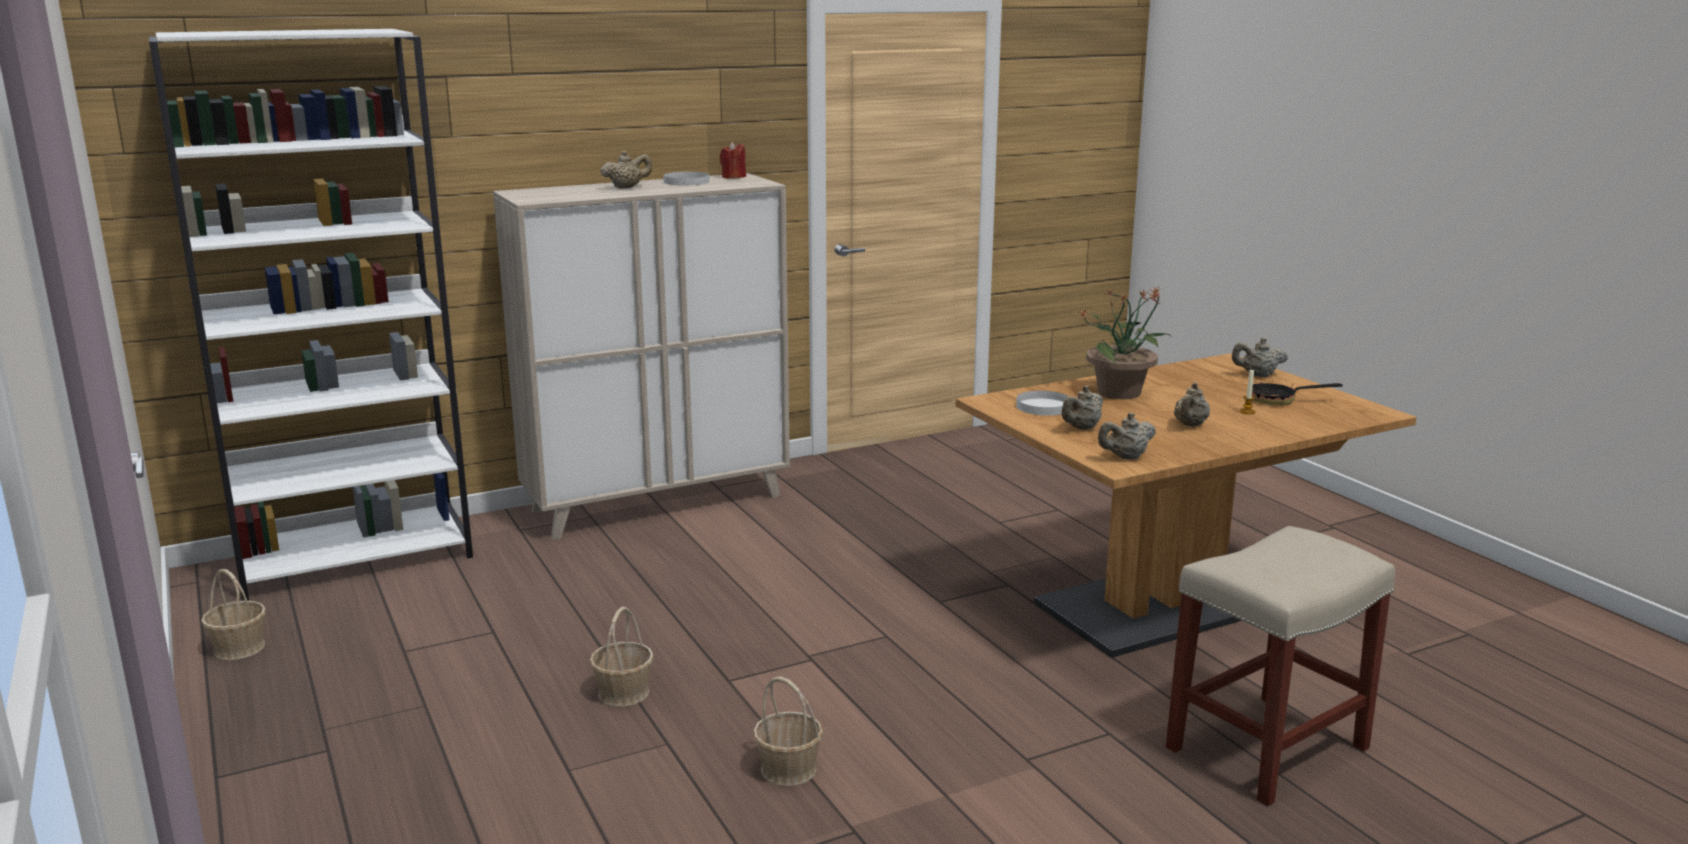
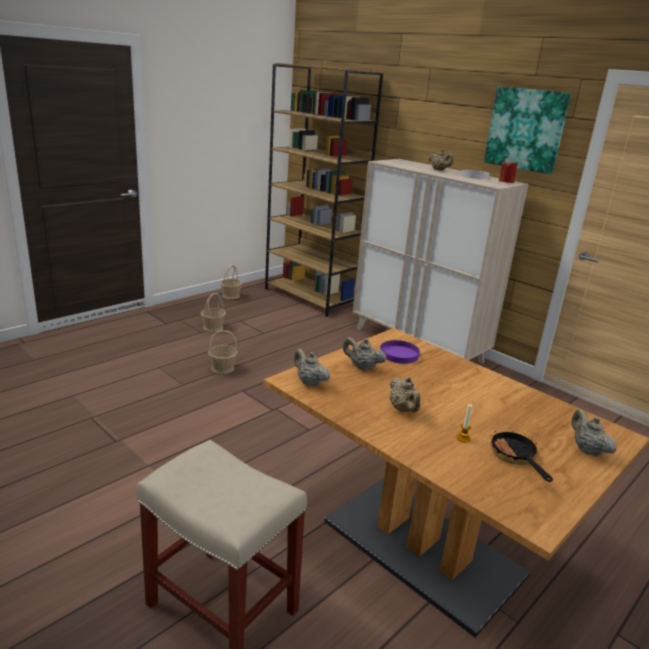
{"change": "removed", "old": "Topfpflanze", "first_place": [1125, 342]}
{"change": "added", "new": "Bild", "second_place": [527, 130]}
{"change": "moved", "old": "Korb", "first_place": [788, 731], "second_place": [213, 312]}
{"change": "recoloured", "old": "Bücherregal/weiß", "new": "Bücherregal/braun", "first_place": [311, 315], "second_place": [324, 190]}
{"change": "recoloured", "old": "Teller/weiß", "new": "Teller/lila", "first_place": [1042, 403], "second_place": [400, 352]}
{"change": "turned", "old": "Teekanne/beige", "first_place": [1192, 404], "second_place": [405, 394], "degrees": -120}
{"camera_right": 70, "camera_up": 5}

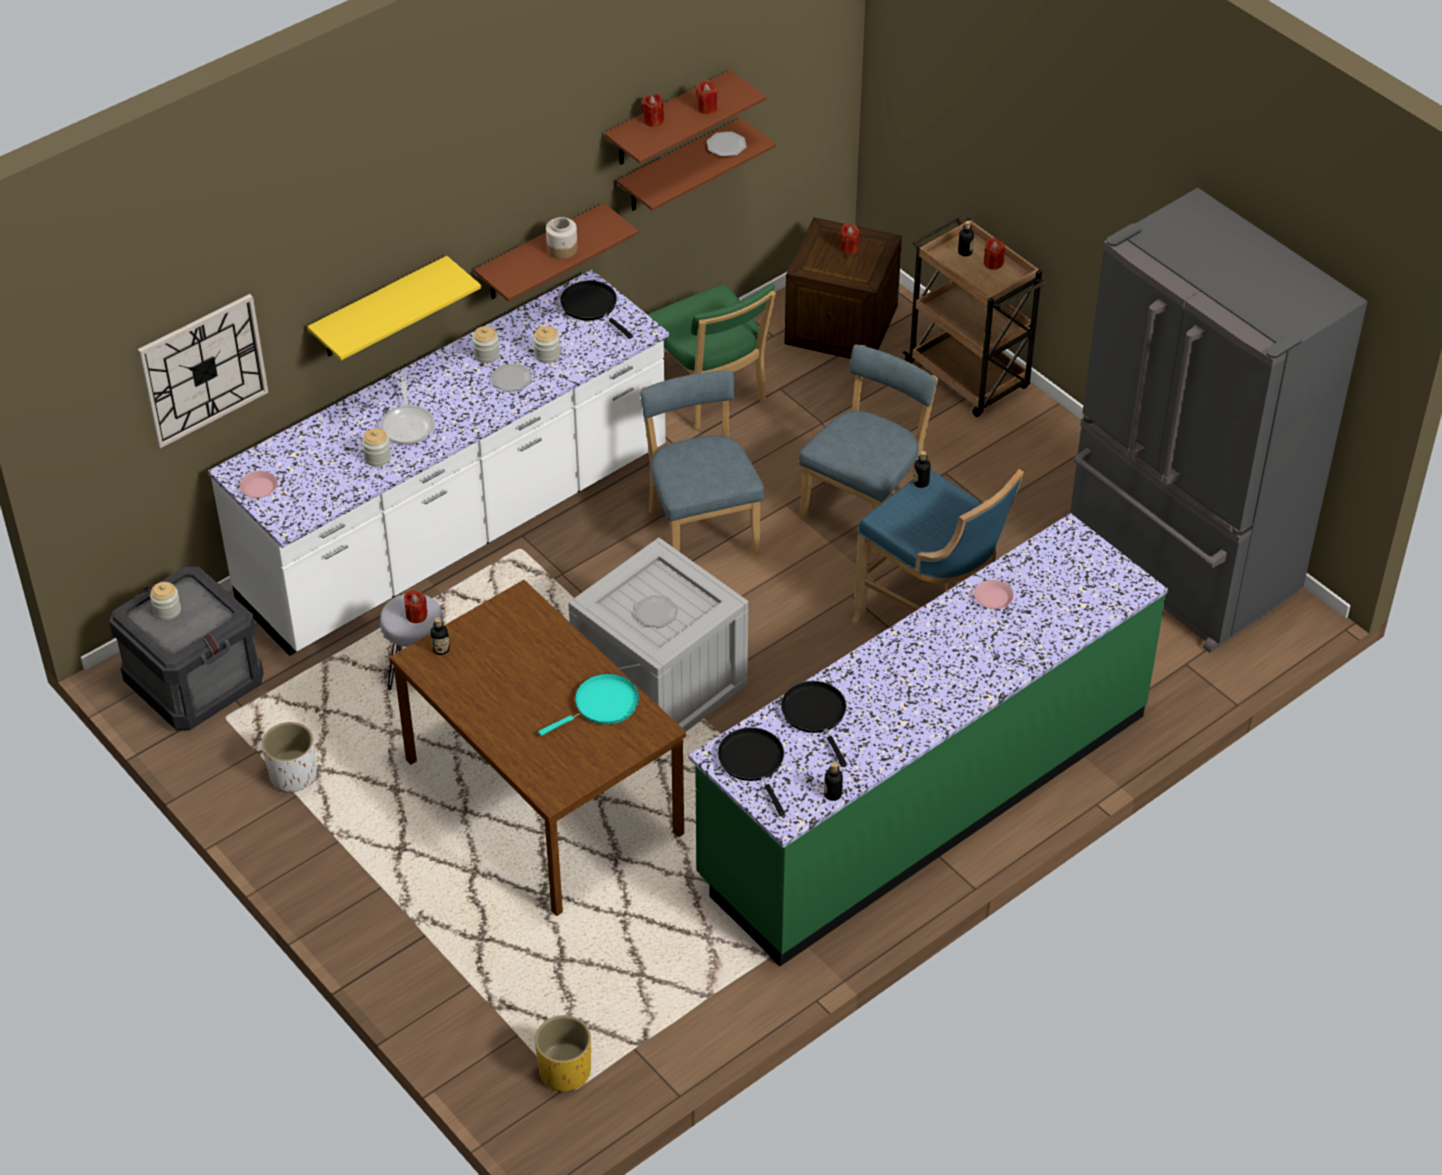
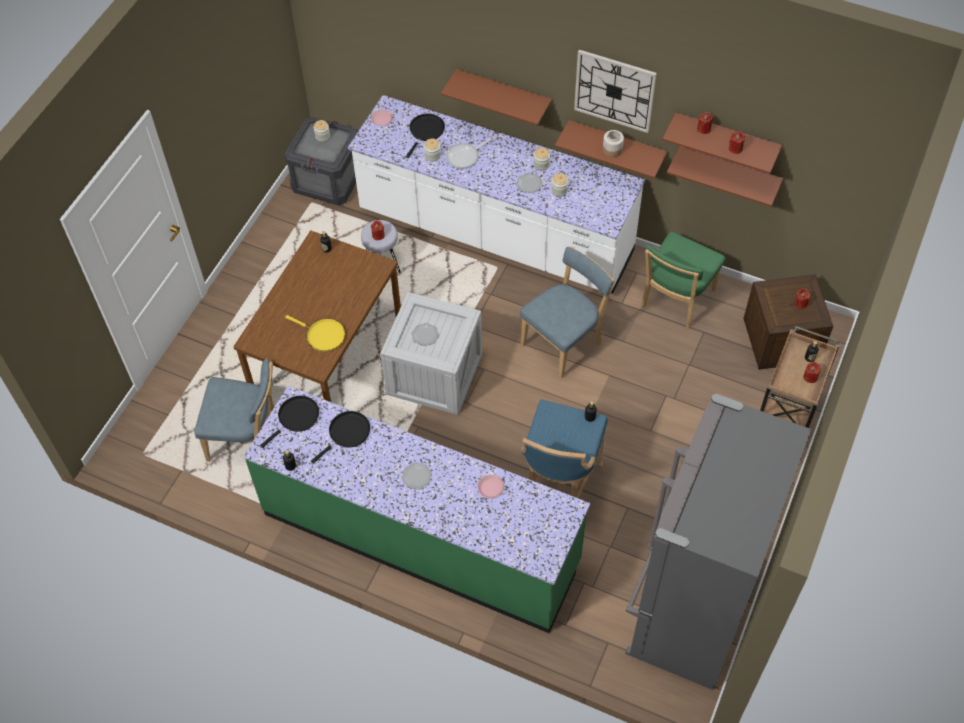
{"change": "removed", "old": "Pflanzkübel/weiß", "first_place": [289, 757]}
{"change": "removed", "old": "Pflanzkübel/gelb", "first_place": [563, 1054]}
{"change": "moved", "old": "Wanduhr", "first_place": [203, 371], "second_place": [615, 91]}
{"change": "moved", "old": "Pfanne/schwarz", "first_place": [596, 309], "second_place": [425, 136]}
{"change": "moved", "old": "Teller", "first_place": [727, 144], "second_place": [417, 476]}
{"change": "moved", "old": "Stuhl/blau", "first_place": [868, 449], "second_place": [234, 410]}
{"change": "recoloured", "old": "Wandregal/gelb", "new": "Wandregal/braun", "first_place": [394, 308], "second_place": [496, 97]}
{"change": "recoloured", "old": "Pfanne/türkis", "new": "Pfanne/gelb", "first_place": [588, 705], "second_place": [315, 333]}
{"camera_right": 65, "camera_up": 10}

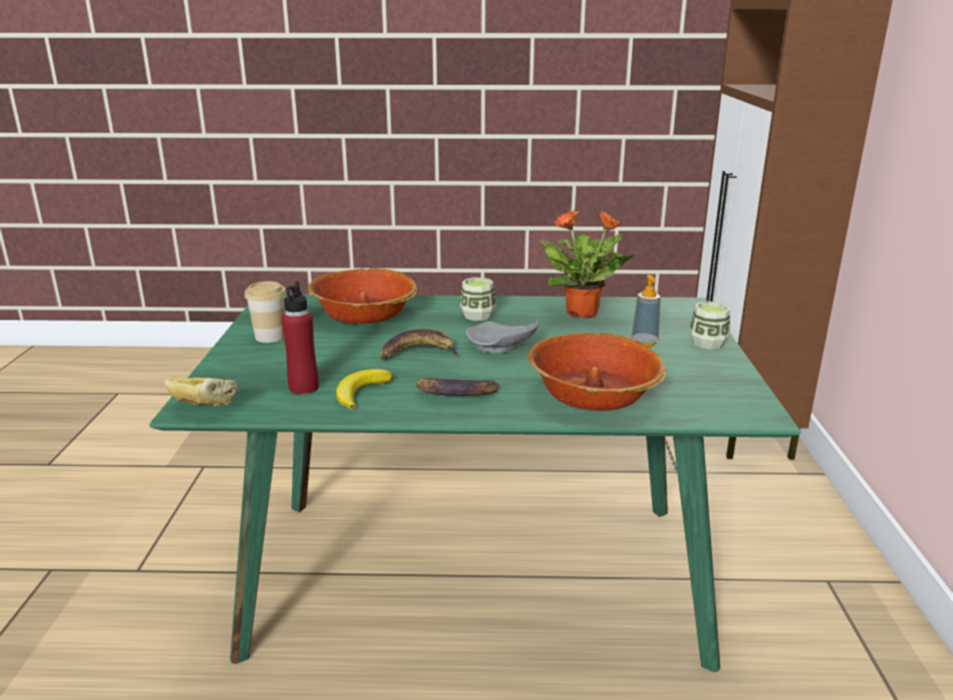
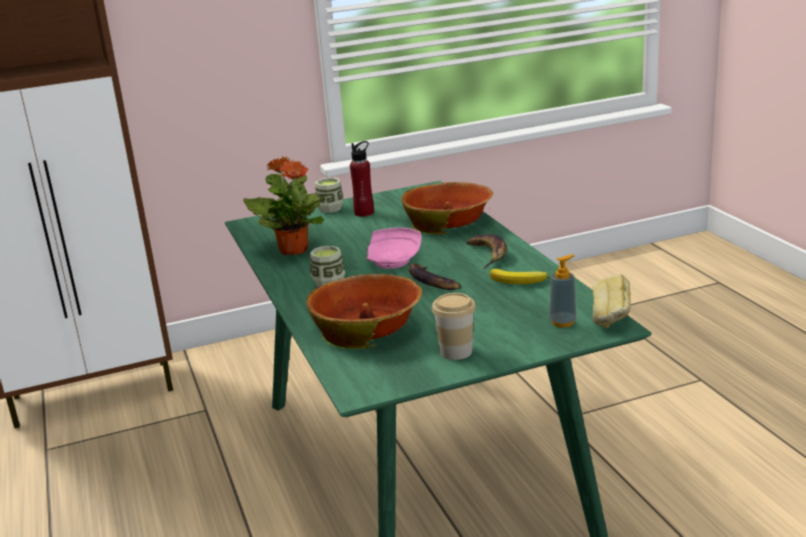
{"change": "moved", "old": "Flasche/rot", "first_place": [300, 338], "second_place": [362, 179]}
{"change": "moved", "old": "Seifenspender", "first_place": [646, 311], "second_place": [563, 290]}
{"change": "recoloured", "old": "Teller/grau", "new": "Teller/rosa", "first_place": [502, 336], "second_place": [394, 248]}
{"camera_right": -110, "camera_up": 0}

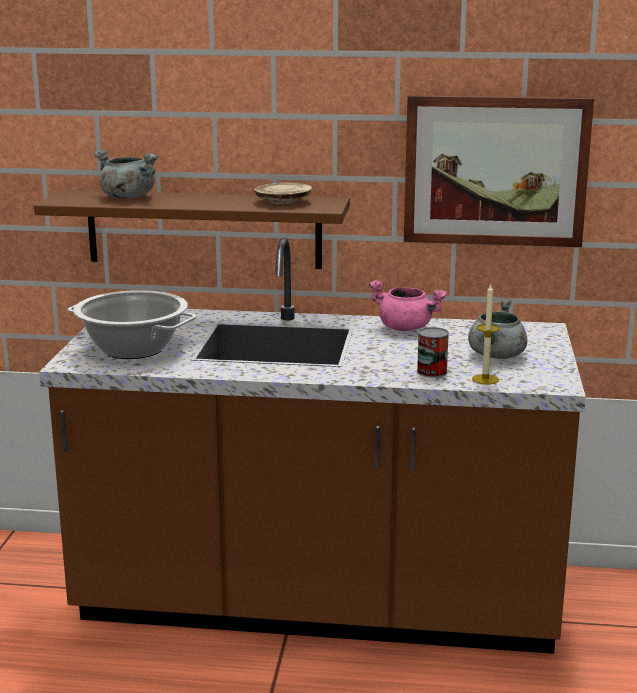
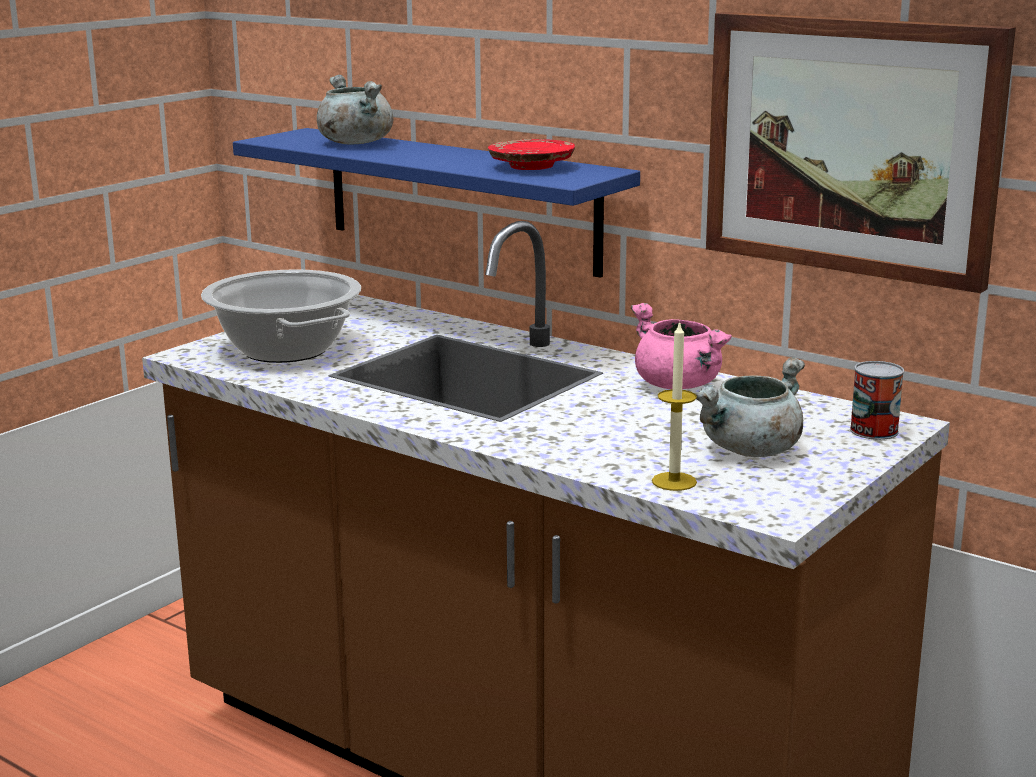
{"change": "moved", "old": "Dose", "first_place": [433, 352], "second_place": [877, 400]}
{"change": "recoloured", "old": "Wandregal/braun", "new": "Wandregal/blau", "first_place": [192, 229], "second_place": [436, 203]}
{"change": "recoloured", "old": "Teller/beige", "new": "Teller/rot", "first_place": [283, 193], "second_place": [531, 154]}
{"camera_right": 30, "camera_up": 0}

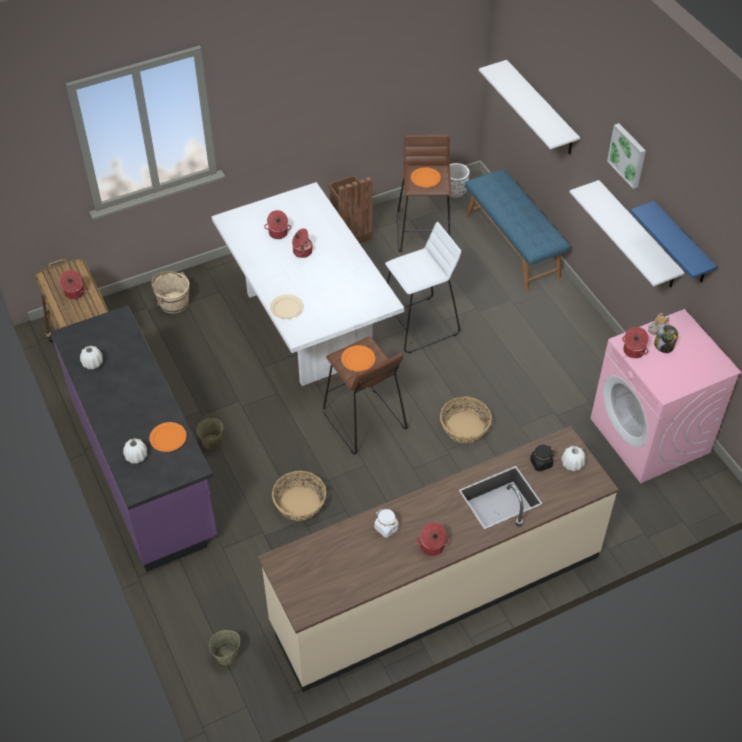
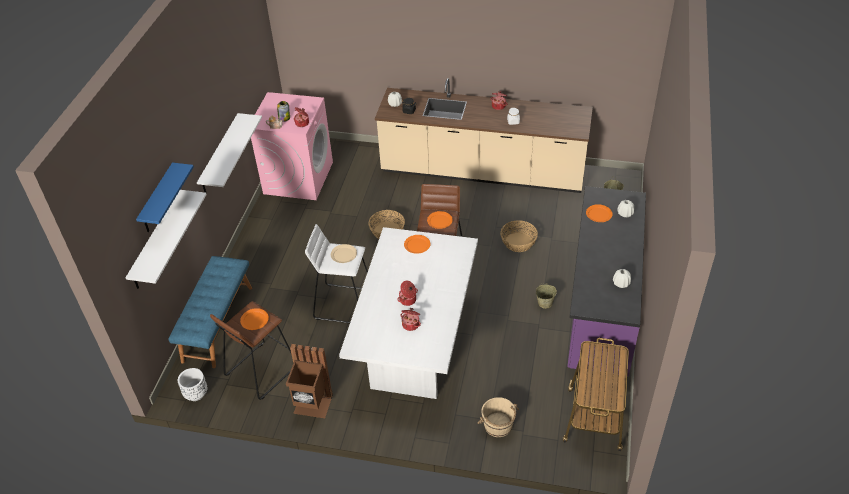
{"change": "removed", "old": "Kochtopf", "first_place": [73, 284]}
{"change": "removed", "old": "Bild", "first_place": [626, 156]}
{"change": "added", "new": "Teller/orange", "second_place": [417, 244]}
{"change": "moved", "old": "Teller/beige", "first_place": [287, 306], "second_place": [344, 253]}
{"change": "moved", "old": "Wandregal/blau", "first_place": [673, 242], "second_place": [165, 197]}
{"camera_right": -140, "camera_up": -5}

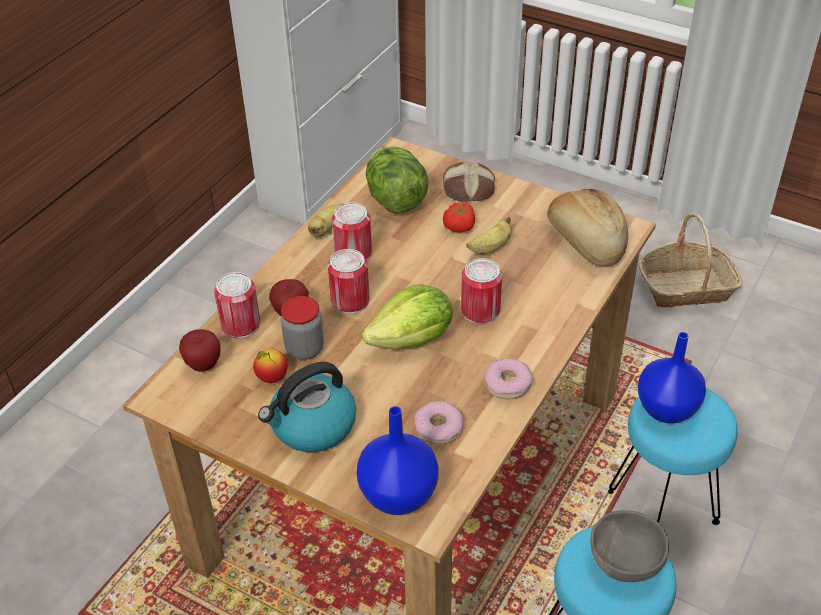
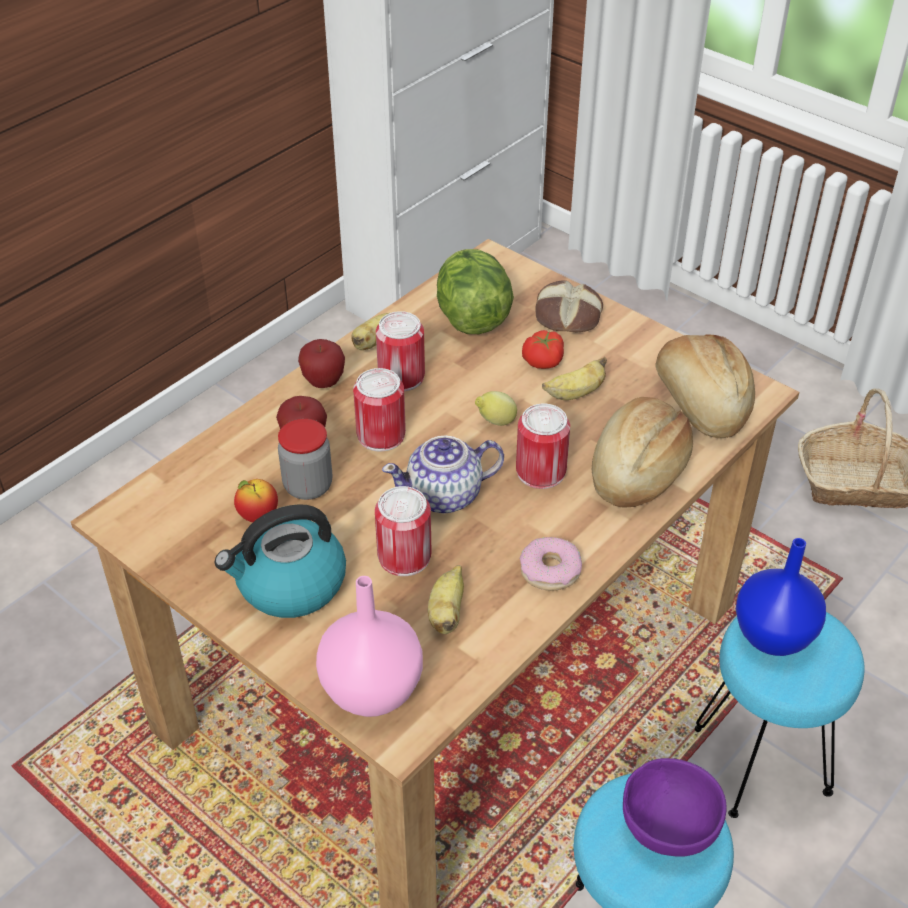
{"change": "added", "new": "Zitrone", "second_place": [496, 408]}
{"change": "added", "new": "Brot", "second_place": [642, 452]}
{"change": "moved", "old": "Apfel", "first_place": [200, 350], "second_place": [321, 363]}
{"change": "moved", "old": "Dose", "first_place": [237, 305], "second_place": [403, 531]}
{"change": "replaced", "old": "Salatkopf", "new": "Teekanne", "first_place": [407, 317], "second_place": [443, 474]}
{"change": "replaced", "old": "Donut", "new": "Banane", "first_place": [439, 423], "second_place": [446, 599]}
{"change": "recoloured", "old": "Vase/blau", "new": "Vase/rosa", "first_place": [397, 460], "second_place": [369, 646]}
{"change": "recoloured", "old": "Schüssel/grau", "new": "Schüssel/lila", "first_place": [629, 546], "second_place": [675, 807]}
{"camera_right": 10, "camera_up": 0}

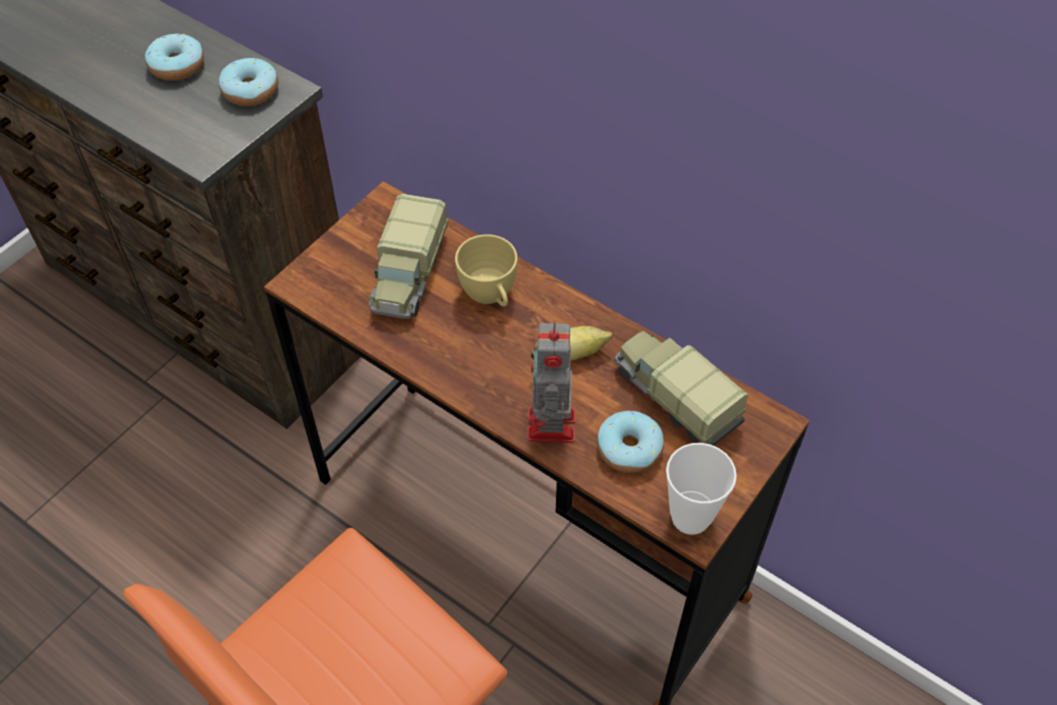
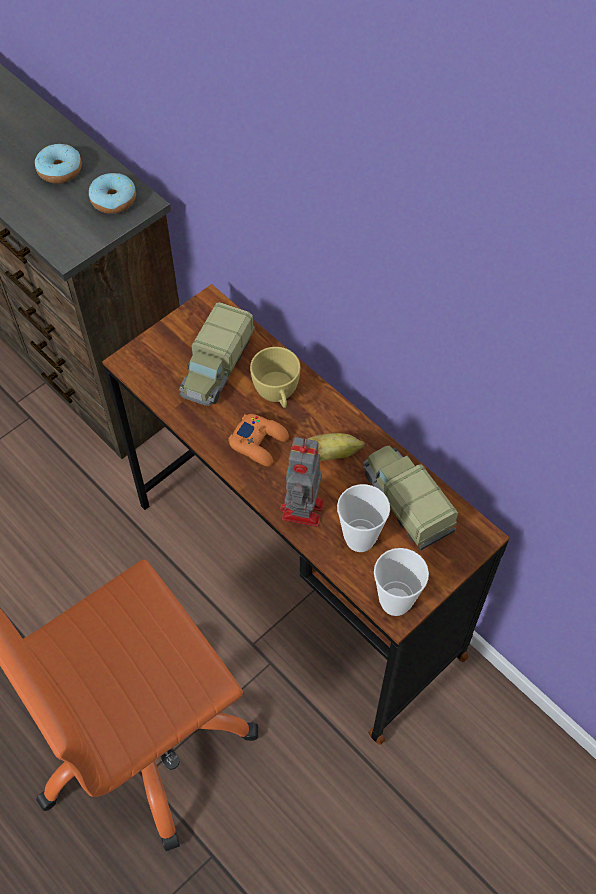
{"change": "added", "new": "Gamepad/orange", "second_place": [259, 440]}
{"change": "replaced", "old": "Donut", "new": "Tasse", "first_place": [630, 442], "second_place": [363, 518]}
{"camera_right": 10, "camera_up": 5}

